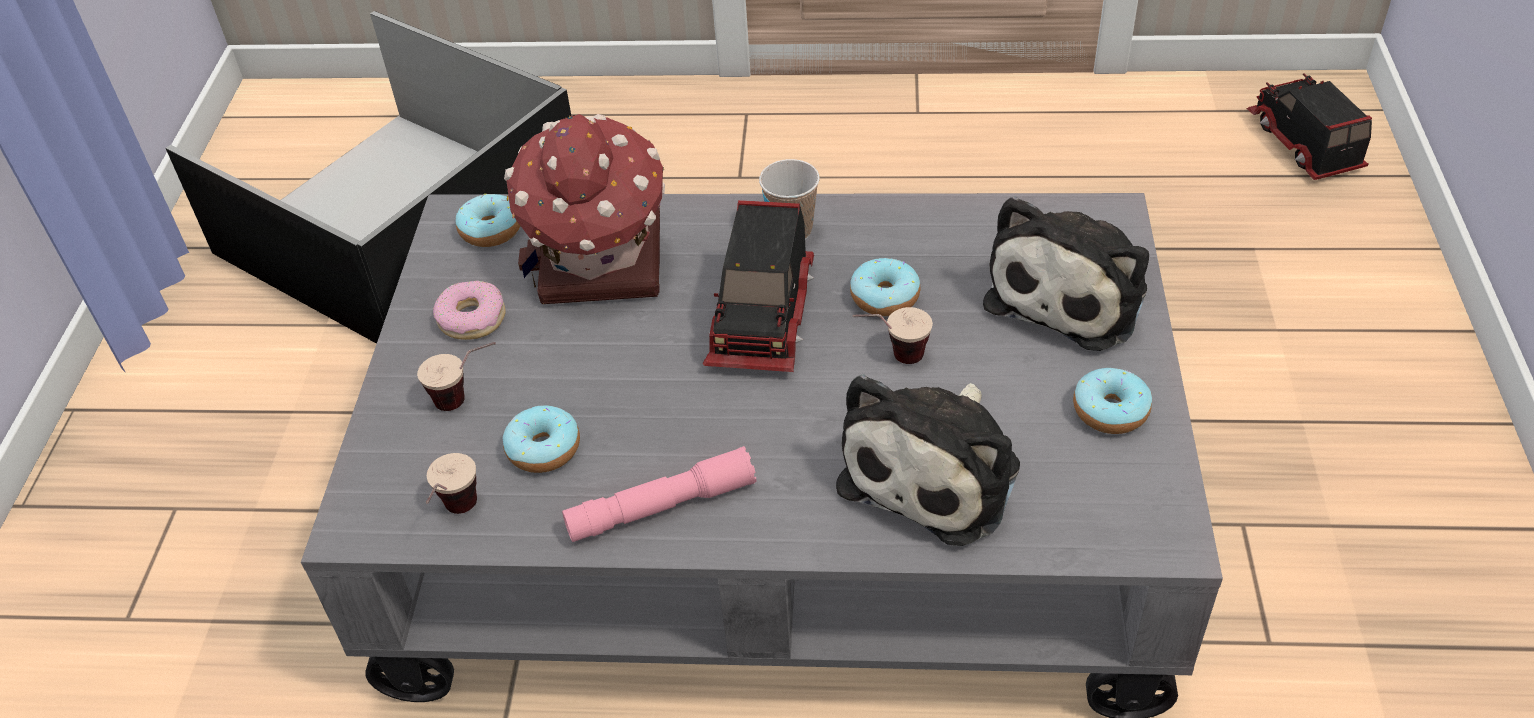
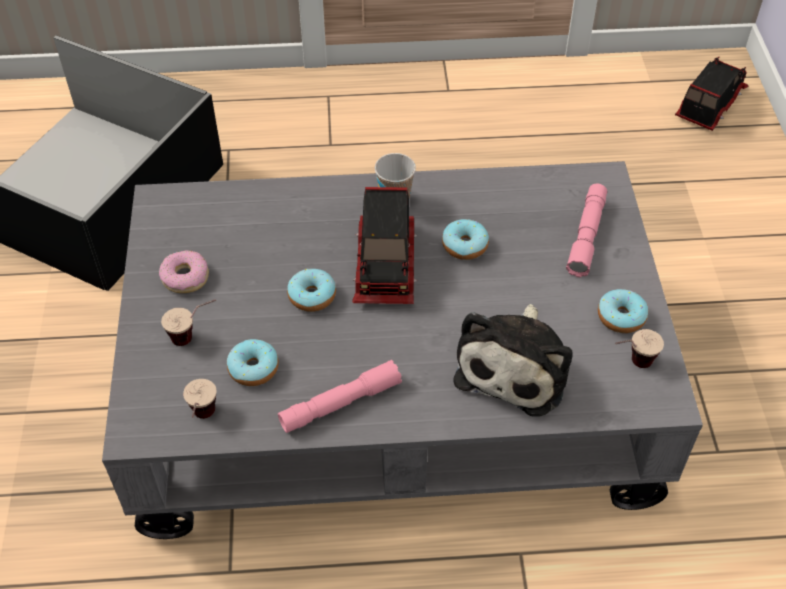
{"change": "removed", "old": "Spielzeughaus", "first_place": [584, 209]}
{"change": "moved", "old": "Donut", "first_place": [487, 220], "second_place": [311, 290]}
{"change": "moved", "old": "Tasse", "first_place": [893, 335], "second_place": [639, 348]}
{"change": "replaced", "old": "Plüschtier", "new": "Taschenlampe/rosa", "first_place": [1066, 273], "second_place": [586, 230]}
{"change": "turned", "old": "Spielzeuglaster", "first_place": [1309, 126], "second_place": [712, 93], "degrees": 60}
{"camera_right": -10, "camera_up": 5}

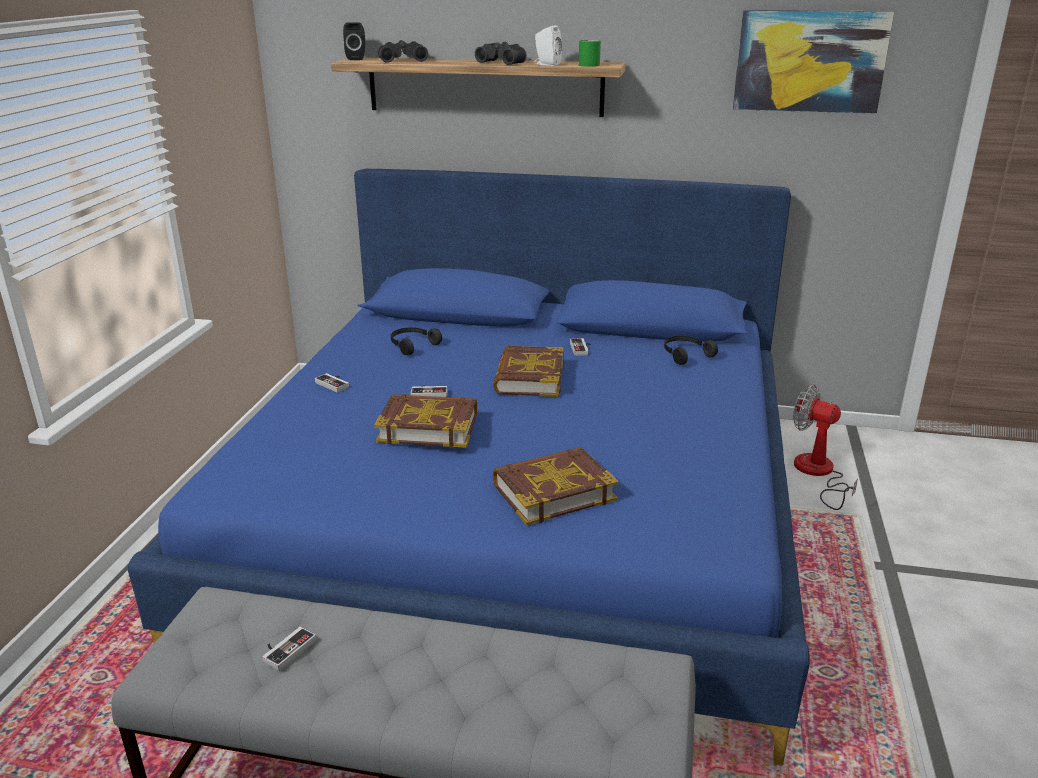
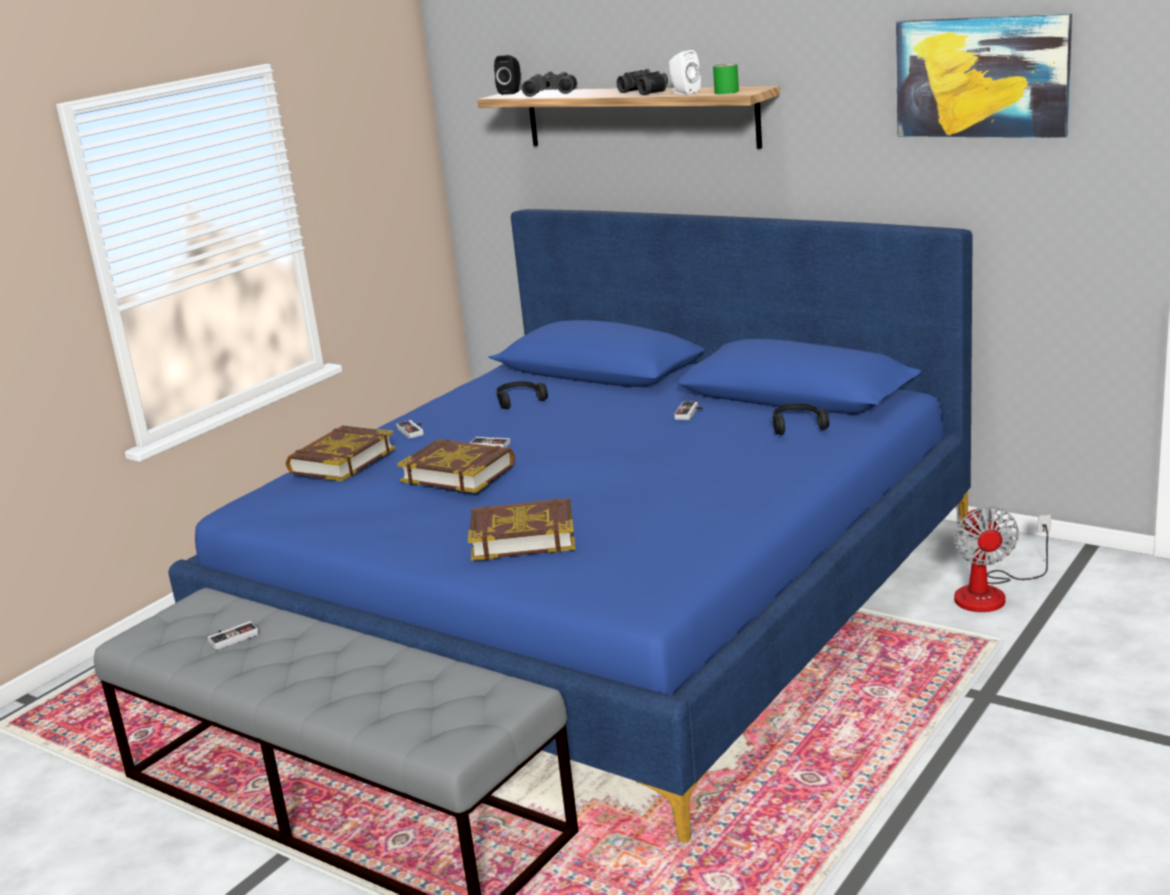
{"change": "moved", "old": "Buch", "first_place": [528, 371], "second_place": [341, 453]}
{"change": "turned", "old": "Ventilator", "first_place": [825, 447], "second_place": [1002, 559], "degrees": -150}
{"camera_right": 25, "camera_up": -5}

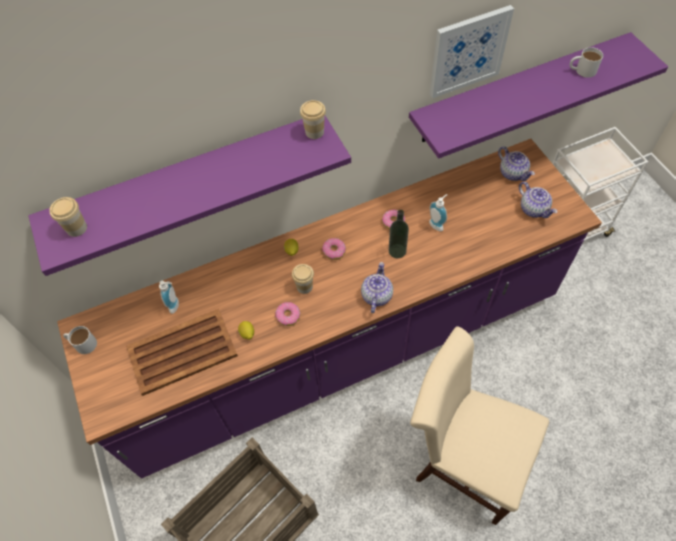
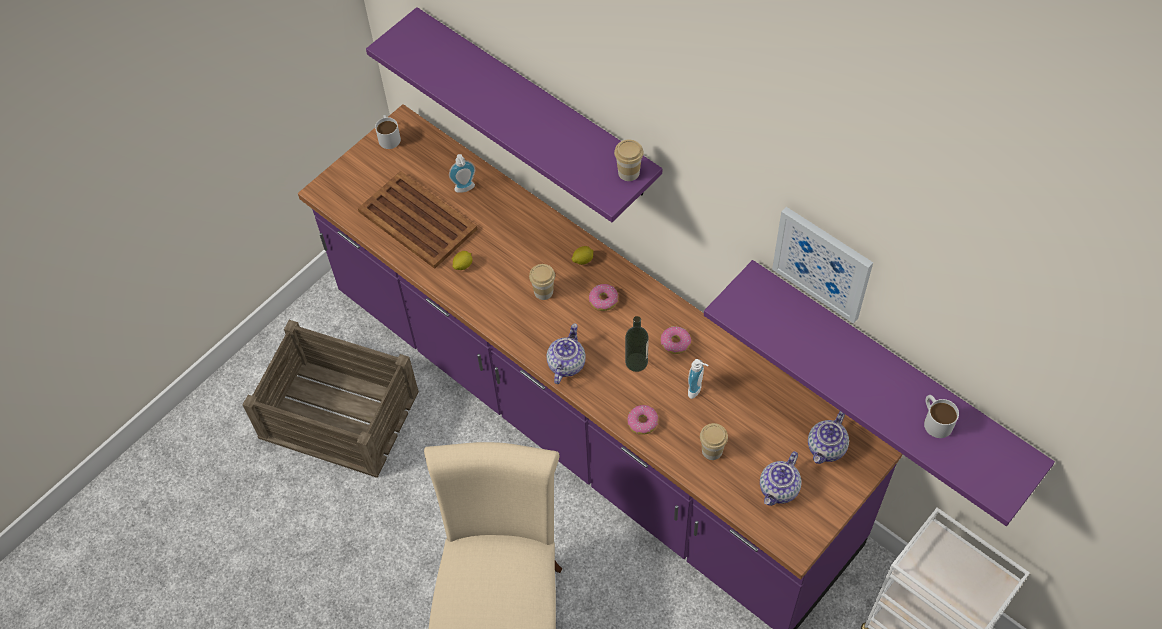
{"change": "moved", "old": "Tasse", "first_place": [68, 217], "second_place": [714, 441]}
{"change": "moved", "old": "Donut", "first_place": [287, 314], "second_place": [642, 420]}
{"change": "turned", "old": "Teekanne", "first_place": [377, 287], "second_place": [566, 353], "degrees": -60}
{"camera_right": 65, "camera_up": 0}

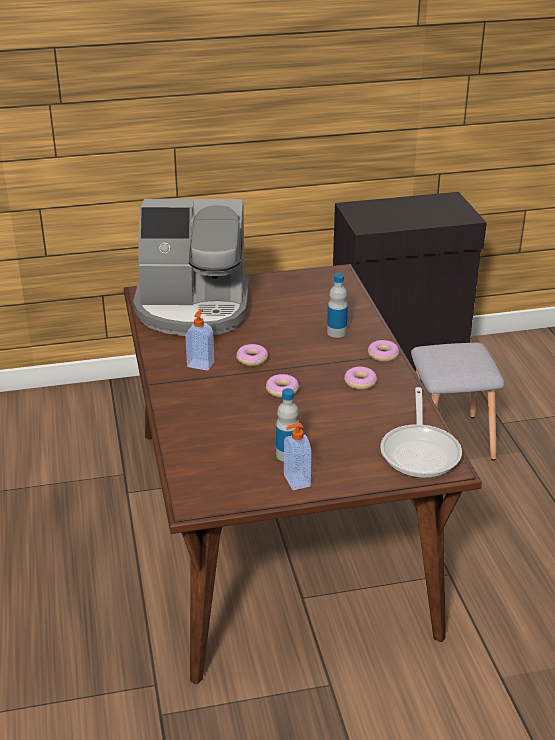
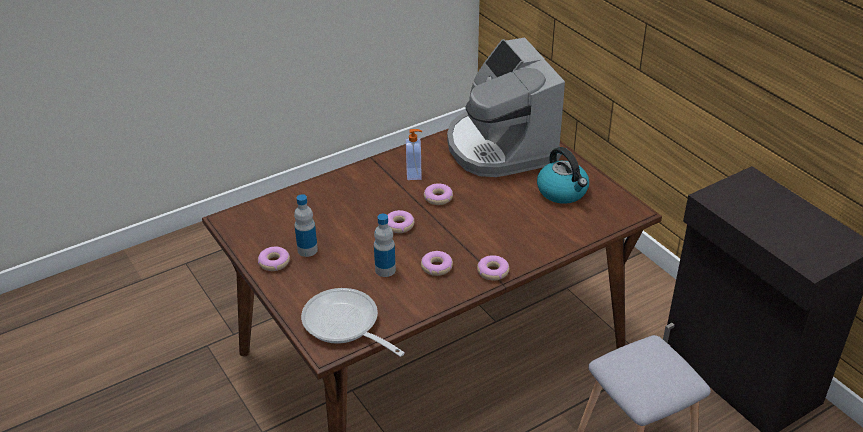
{"change": "added", "new": "Wasserkessel", "second_place": [563, 175]}
{"change": "moved", "old": "Flasche", "first_place": [337, 305], "second_place": [385, 245]}
{"change": "replaced", "old": "Seifenspender", "new": "Donut", "first_place": [297, 456], "second_place": [274, 259]}
{"change": "turned", "old": "Pfanne", "first_place": [421, 432], "second_place": [353, 322], "degrees": 60}
{"camera_right": 70, "camera_up": 5}

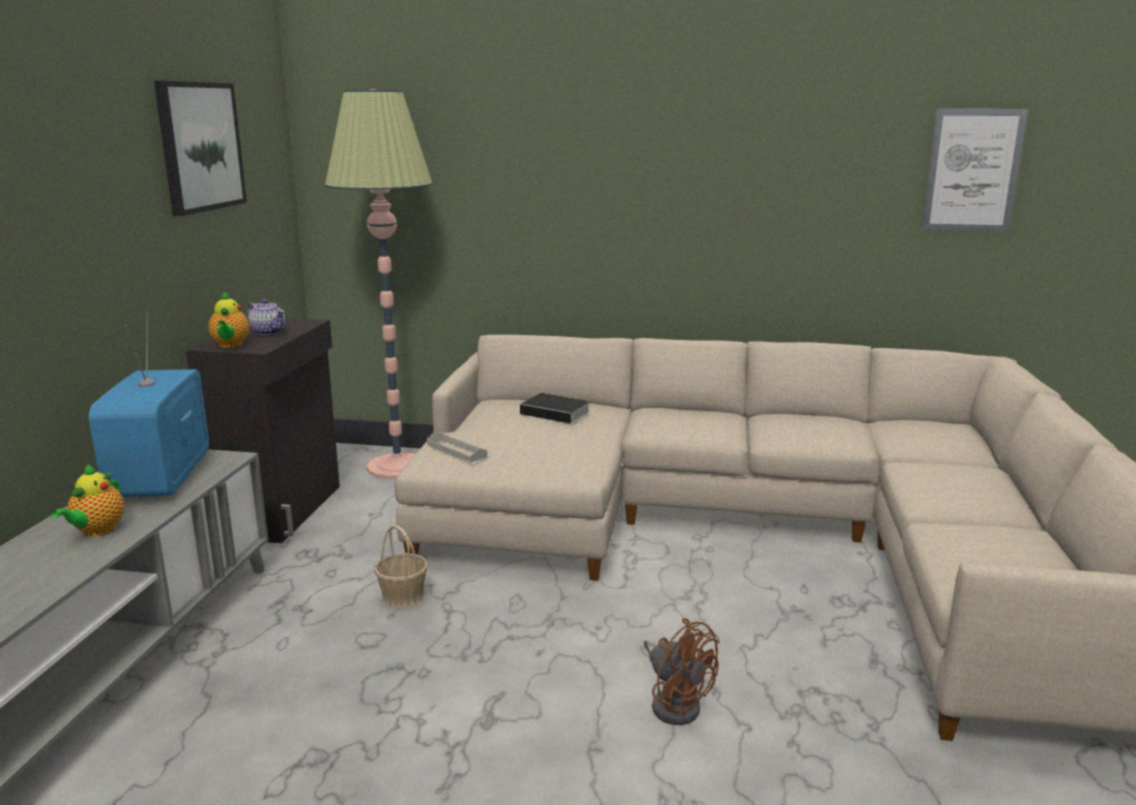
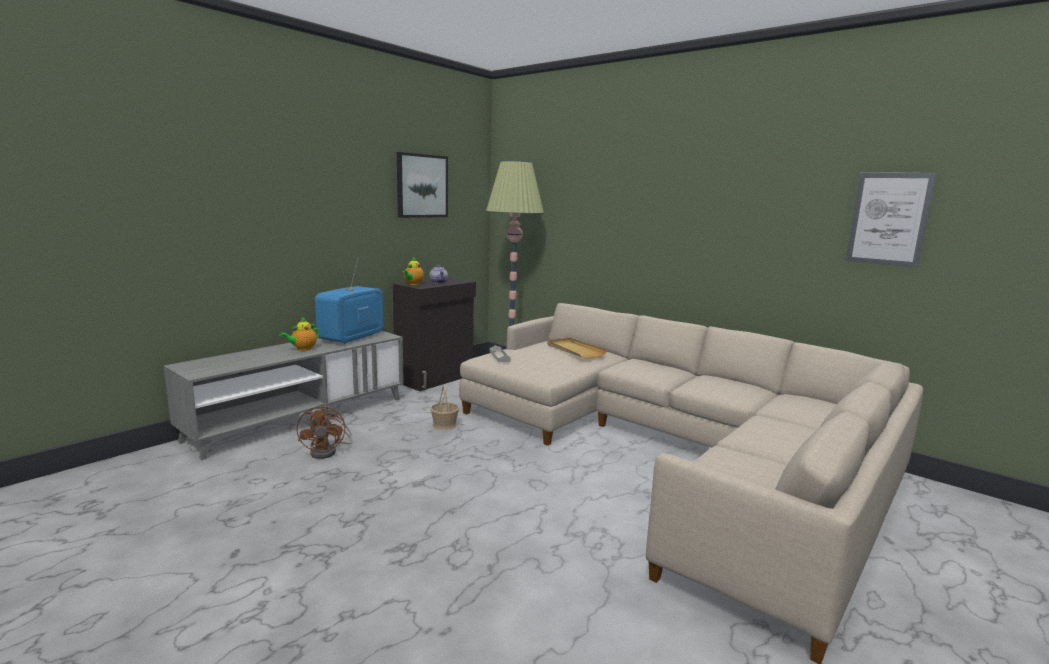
{"change": "moved", "old": "Ventilator/braun", "first_place": [682, 671], "second_place": [324, 431]}
{"change": "replaced", "old": "Buch", "new": "Tablett/beige", "first_place": [555, 409], "second_place": [577, 348]}
{"camera_right": 30, "camera_up": -5}

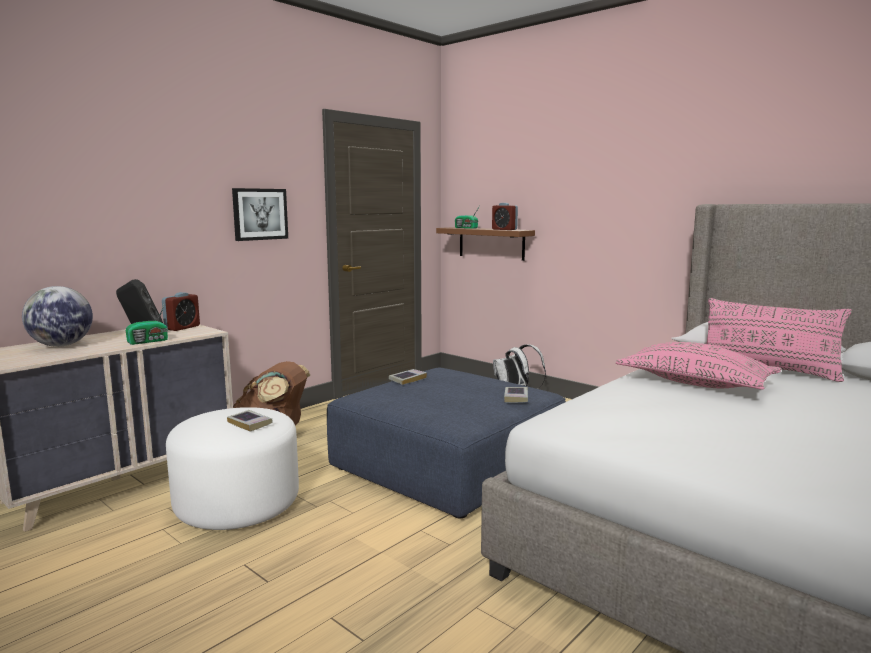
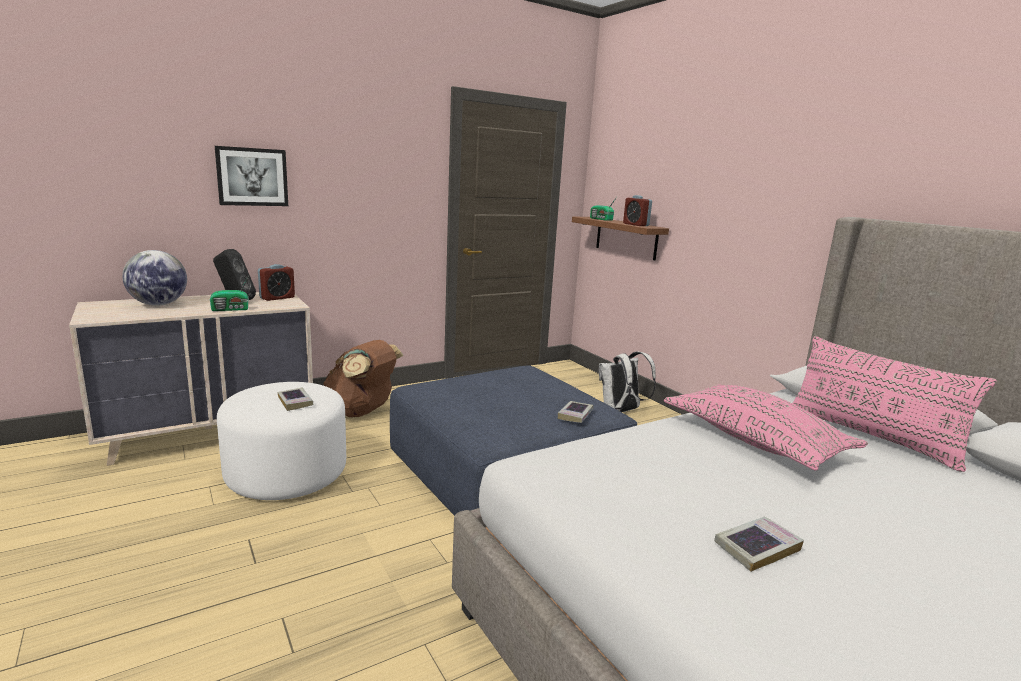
{"change": "moved", "old": "Bild", "first_place": [260, 214], "second_place": [251, 176]}
{"change": "moved", "old": "Buch", "first_place": [408, 377], "second_place": [759, 544]}
{"camera_right": 15, "camera_up": 5}

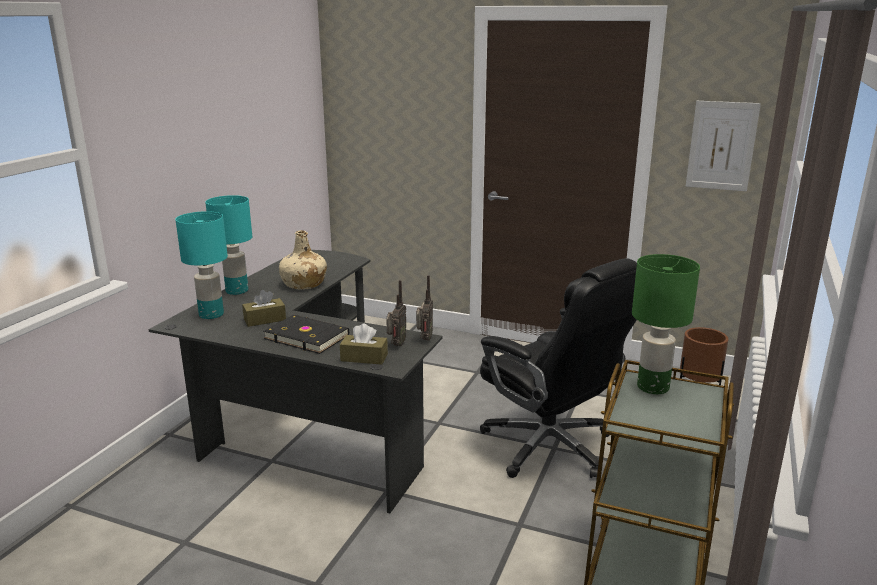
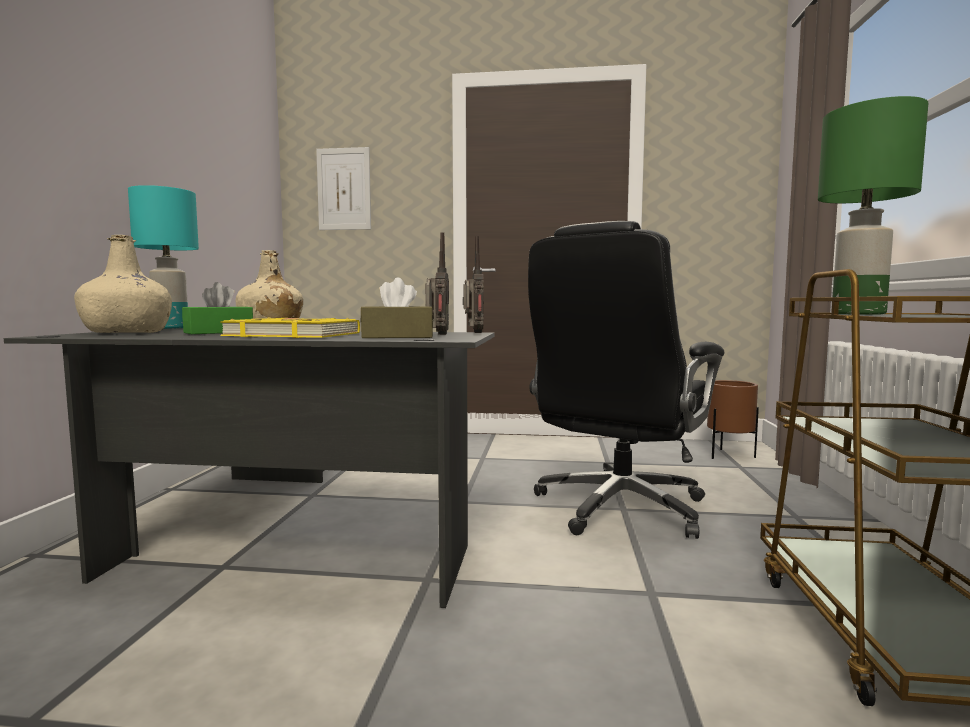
{"change": "moved", "old": "Bild", "first_place": [723, 146], "second_place": [343, 188]}
{"change": "replaced", "old": "Tischlampe/türkis", "new": "Flasche/beige", "first_place": [201, 265], "second_place": [123, 284]}
{"change": "recoloured", "old": "Taschentuchbox/braun", "new": "Taschentuchbox/grün", "first_place": [264, 308], "second_place": [217, 308]}
{"change": "recoloured", "old": "Buch/schwarz", "new": "Buch/gelb", "first_place": [306, 334], "second_place": [290, 327]}
{"change": "turned", "old": "Bürostuhl/schwarz", "first_place": [558, 368], "second_place": [626, 380], "degrees": 90}
{"camera_right": -15, "camera_up": -15}

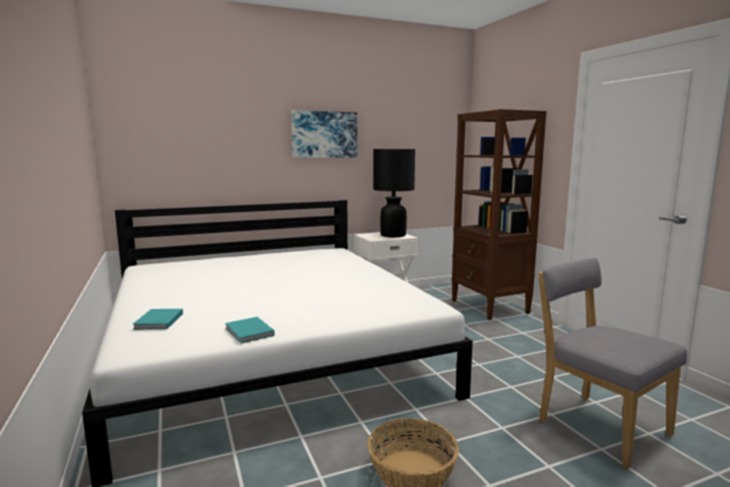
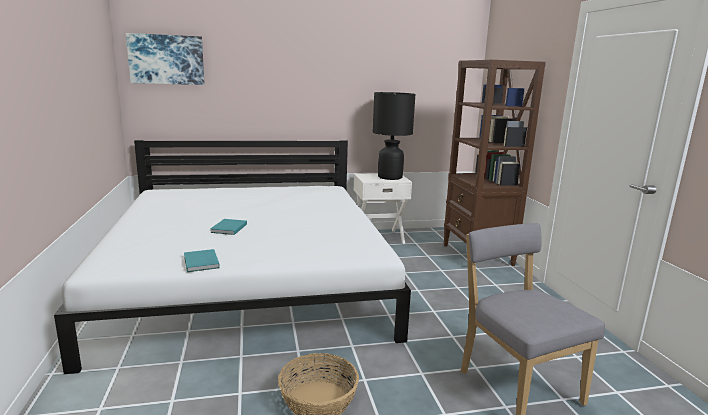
{"change": "moved", "old": "Buch/türkis", "first_place": [157, 319], "second_place": [228, 227]}
{"change": "moved", "old": "Bild", "first_place": [324, 134], "second_place": [165, 59]}
{"camera_right": 10, "camera_up": 5}

